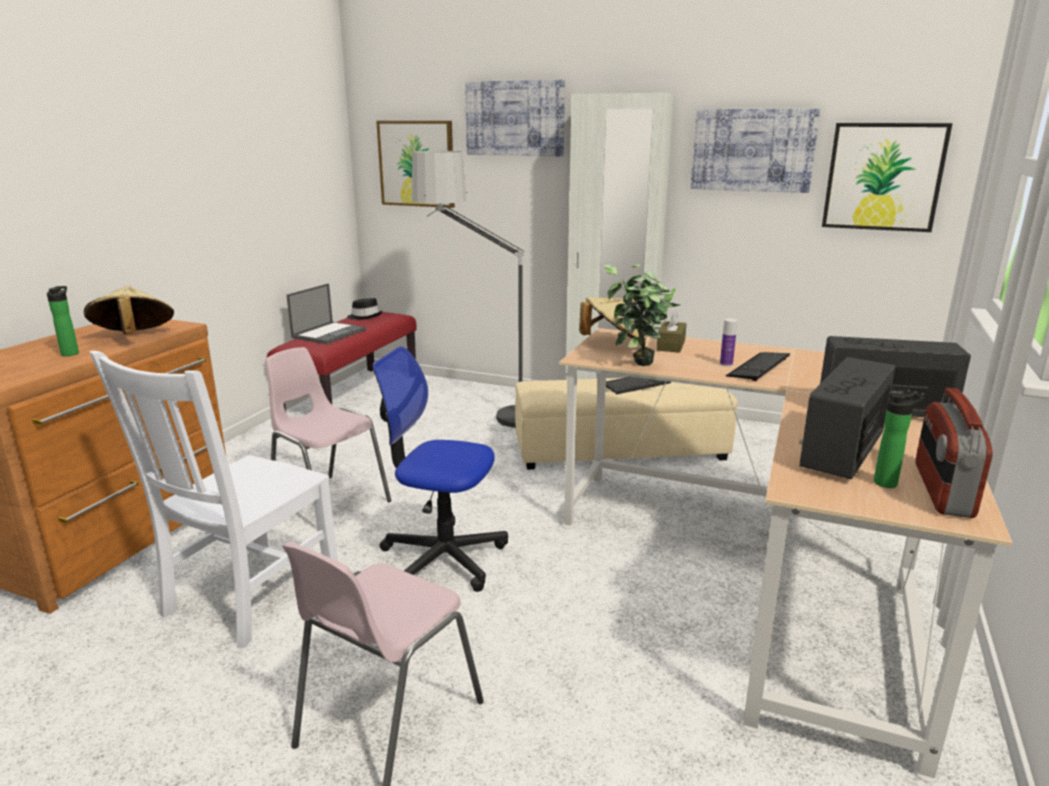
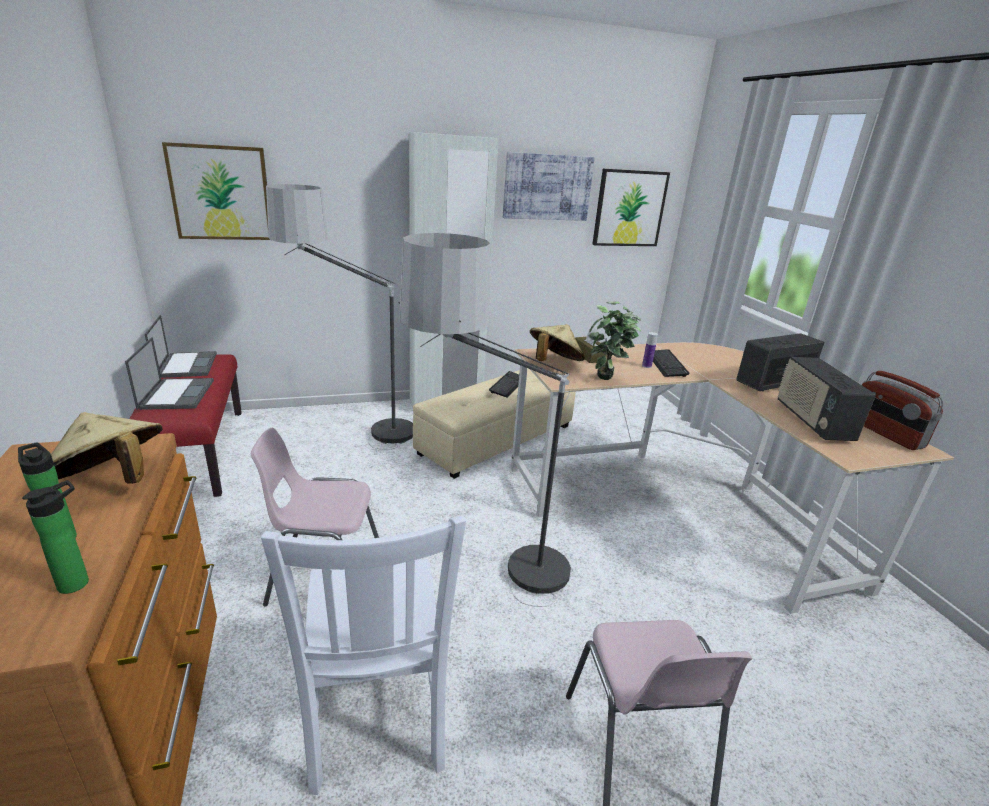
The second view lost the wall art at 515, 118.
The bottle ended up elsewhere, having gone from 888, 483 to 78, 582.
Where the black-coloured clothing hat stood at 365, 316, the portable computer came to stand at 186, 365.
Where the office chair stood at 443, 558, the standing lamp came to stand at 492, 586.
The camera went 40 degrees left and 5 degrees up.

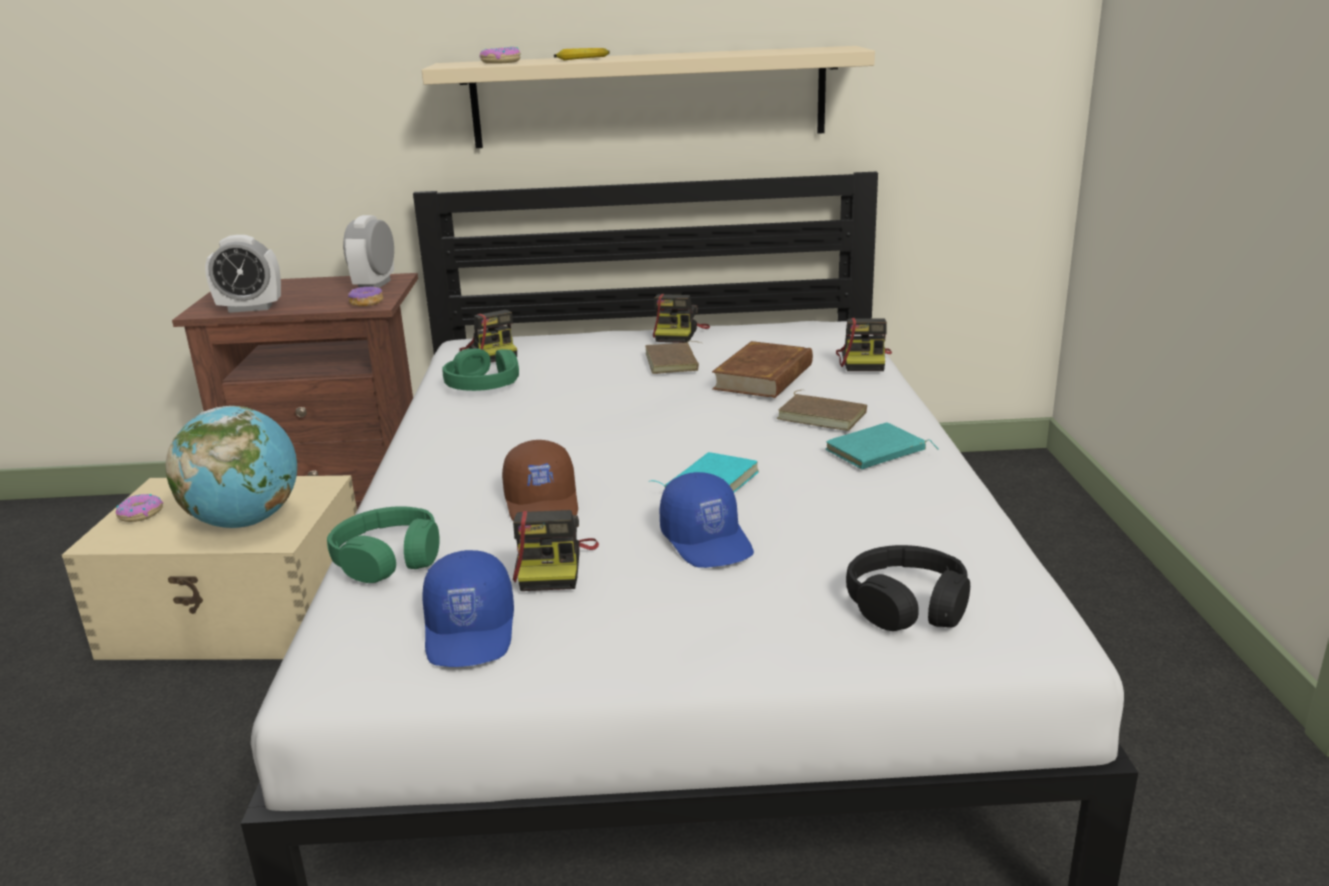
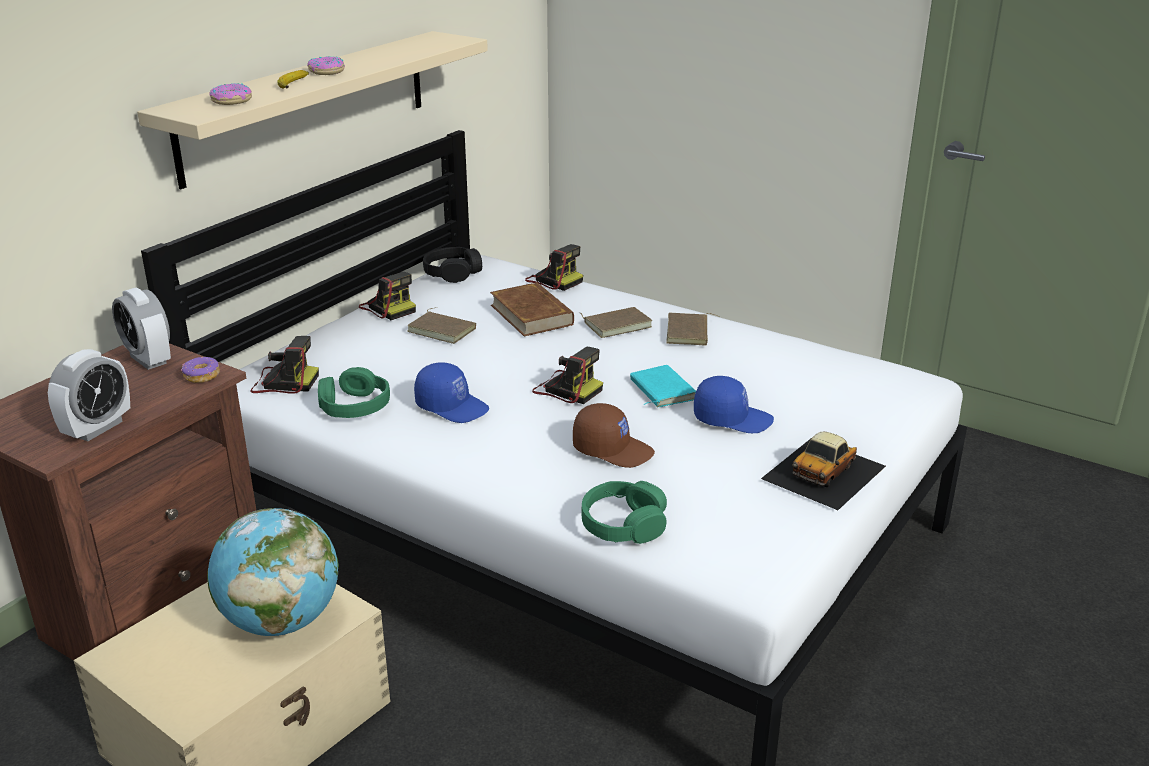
The second view gained the toy car at 824, 472.
The doughnut ended up elsewhere, having gone from 140, 514 to 326, 72.
The bluish peaked cap ended up elsewhere, having gone from 472, 631 to 452, 406.
The photo camera ended up elsewhere, having gone from 553, 565 to 567, 389.
The black-coloured headphones ended up elsewhere, having gone from 907, 605 to 452, 273.
What was the turquoise-coloured book at 877, 452 turned into the brown-coloured book at 689, 333.
The camera went 55 degrees left and 5 degrees up.

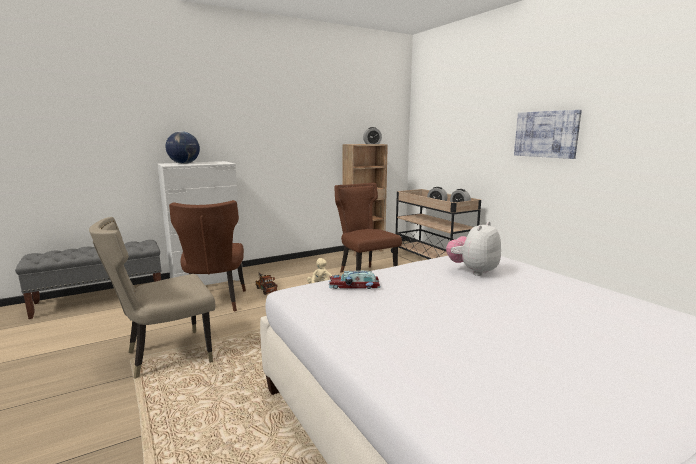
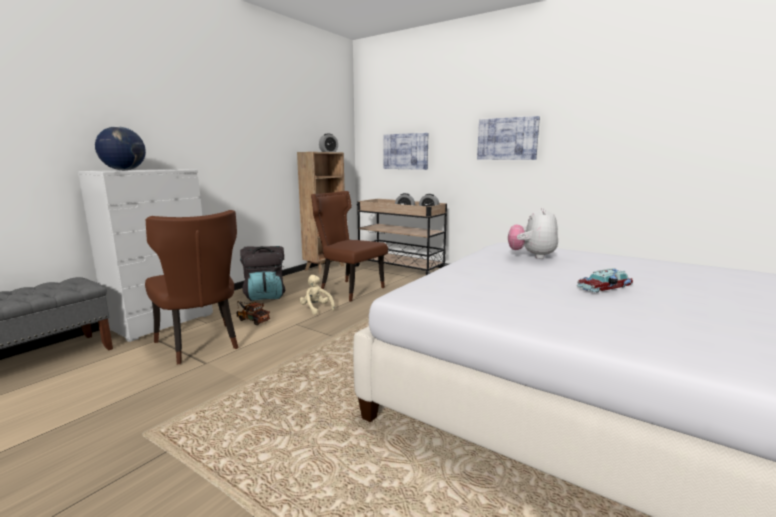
The second view lost the beige plain chair at 165, 355.
The second view gained the black-coloured rucksack at 265, 296.
The second view gained the wall art at 405, 151.
The toy car ended up elsewhere, having gone from 355, 286 to 606, 287.
The camera went 25 degrees left and 0 degrees up.

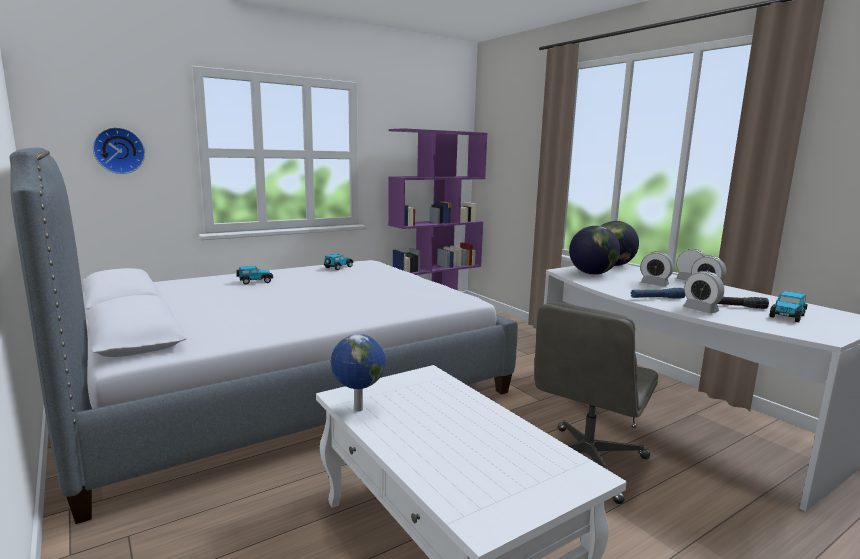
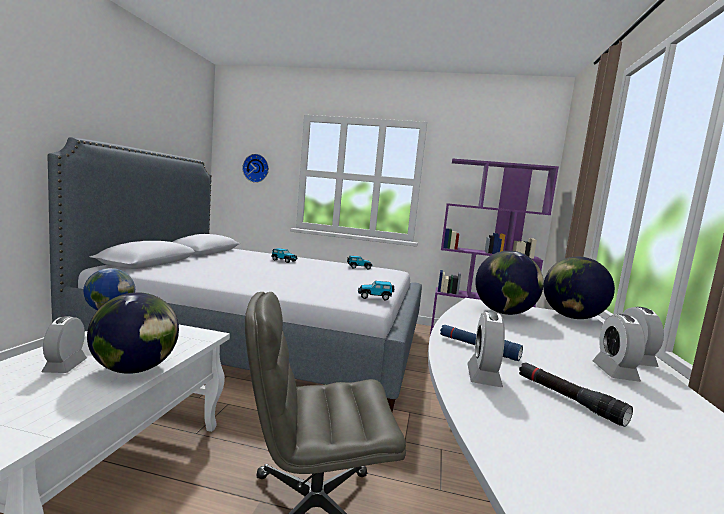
The second view gained the desk globe at 135, 369.
The alarm clock ended up elsewhere, having gone from 654, 284 to 65, 366.
The toy car ended up elsewhere, having gone from 787, 316 to 375, 297.
The camera went 45 degrees right and 5 degrees down.

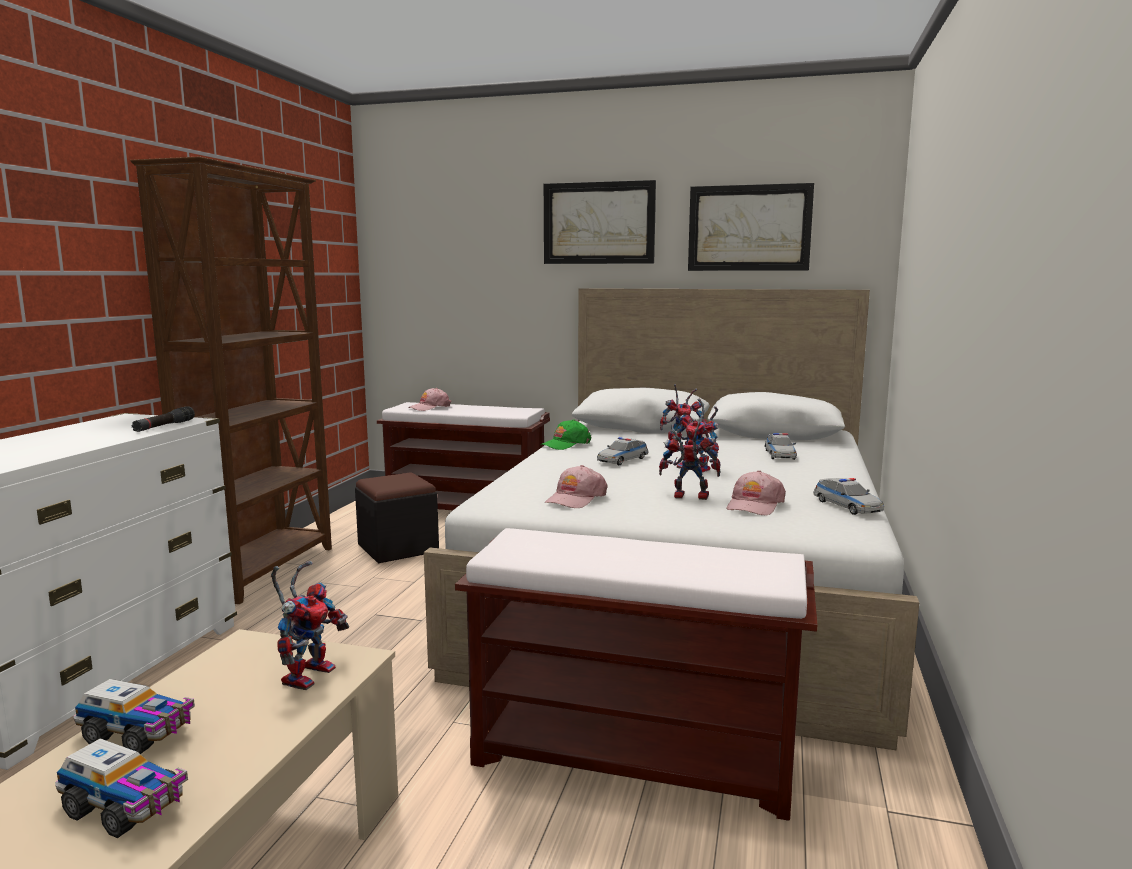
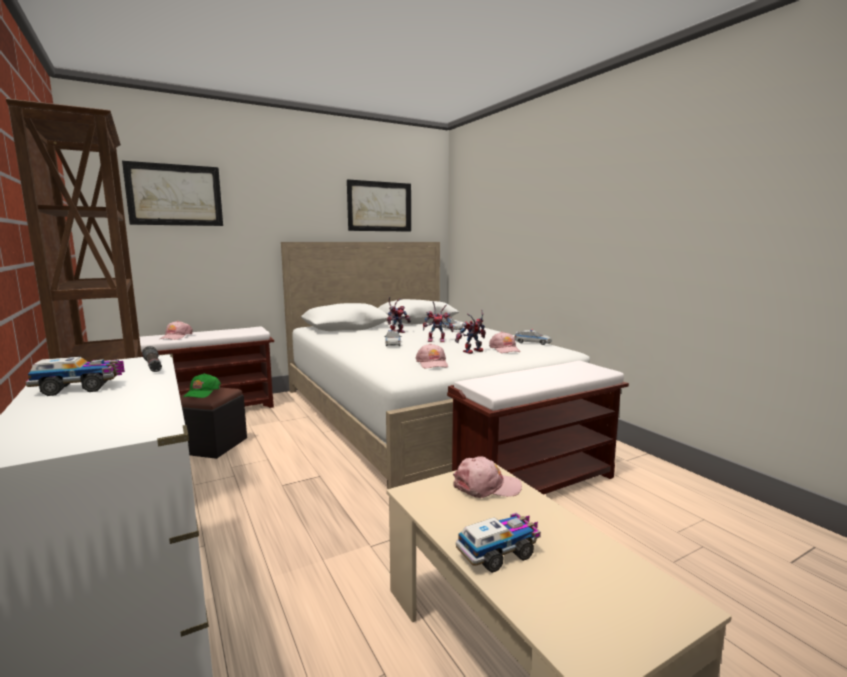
The toy truck ended up elsewhere, having gone from 126, 807 to 80, 388.
The green peaked cap ended up elsewhere, having gone from 566, 444 to 202, 392.
The wall art ended up elsewhere, having gone from 599, 223 to 175, 195.
Where the model robot stood at 308, 673, the pink peaked cap came to stand at 486, 486.
The camera went 45 degrees left and 0 degrees up.

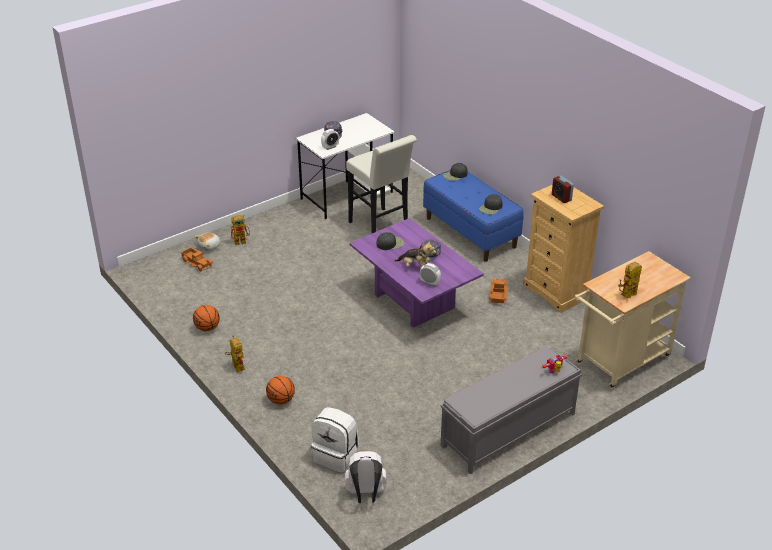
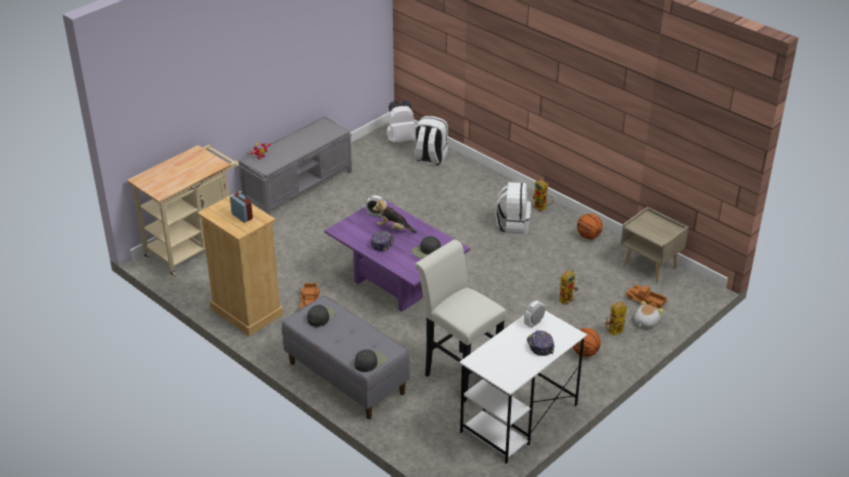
The second view gained the whitish rucksack at 513, 225.
The second view gained the beige nightstand at 650, 266.
The ball for basketball ended up elsewhere, having gone from 281, 400 to 585, 353.
The model robot ended up elsewhere, having gone from 627, 296 to 567, 298.
What was the bluish bench at 471, 232 turned into the gray bench at 346, 378.
The camera went 170 degrees right and 0 degrees up.

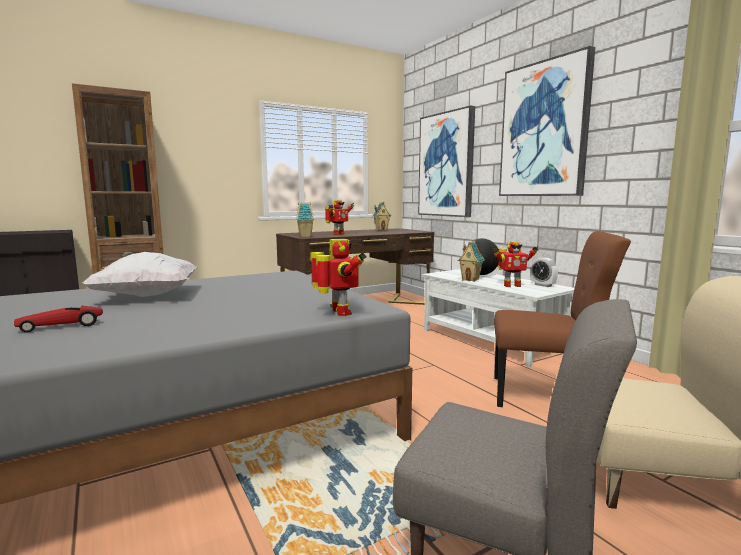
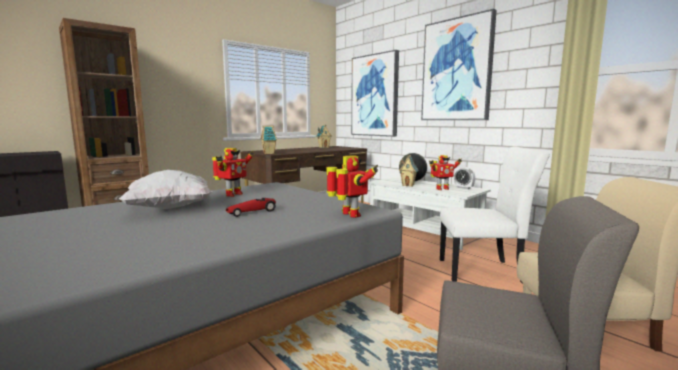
The toy car ended up elsewhere, having gone from 61, 326 to 252, 212.
The model robot ended up elsewhere, having gone from 338, 234 to 232, 194.
What was the brown-coloured plain chair at 547, 396 turned into the whitish plain chair at 483, 271.
The camera went 10 degrees left and 0 degrees up.

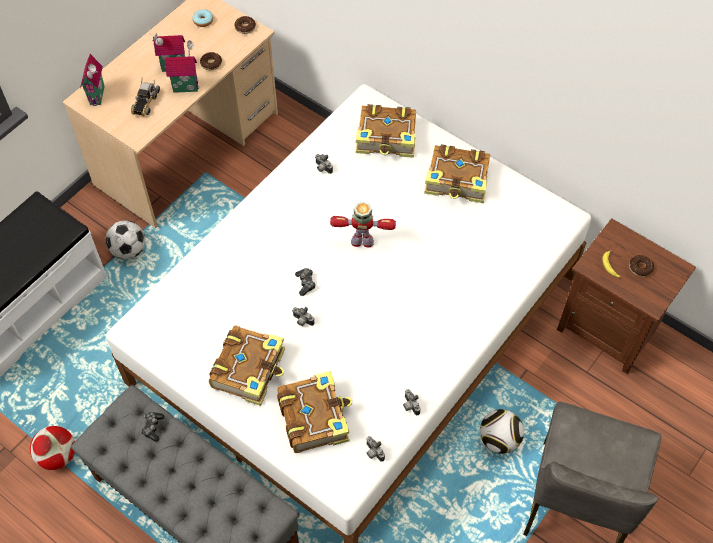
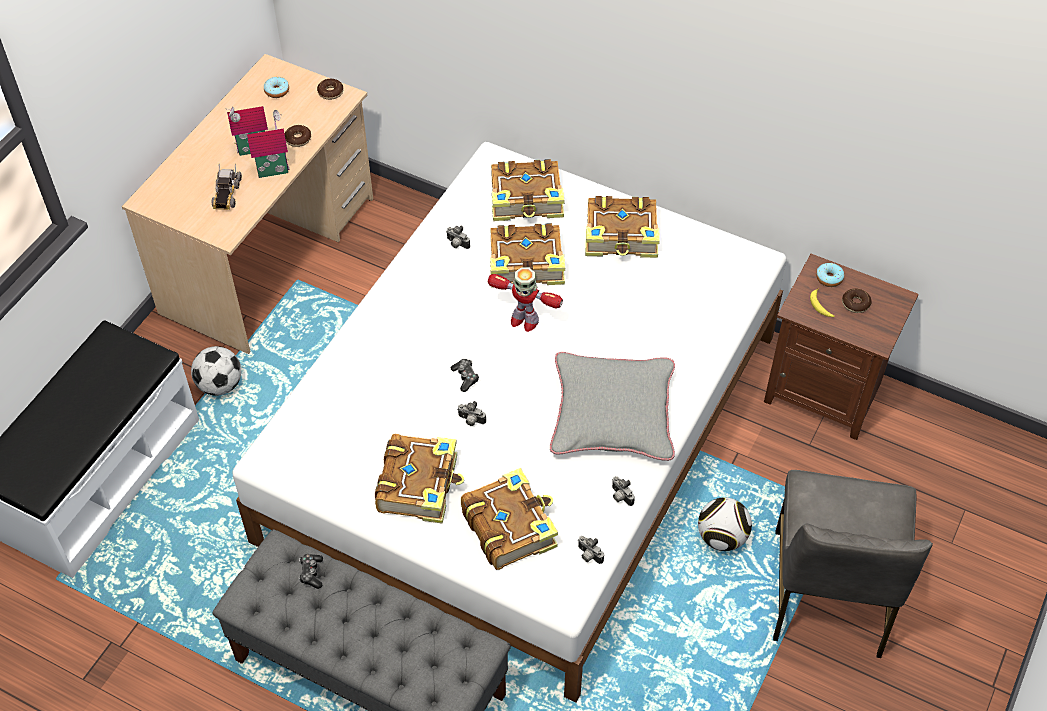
The second view lost the football at 58, 455.
The second view lost the miniature house at 99, 95.
The second view gained the book at 527, 265.
The second view gained the gray throw pillow at 612, 413.
The second view gained the doughnut at 829, 278.
The model robot at 363, 241 ended up facing another way, 150 degrees counterclockwise from before.
The camera went 10 degrees left and 5 degrees down.

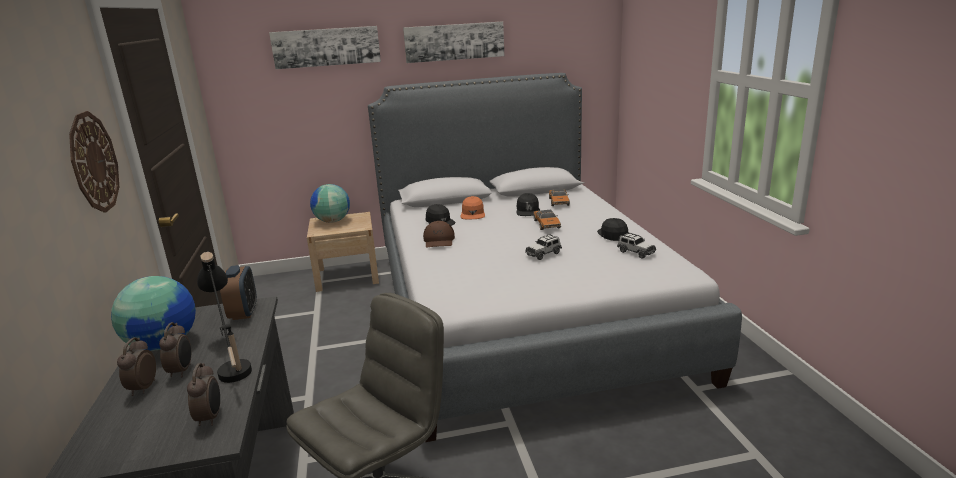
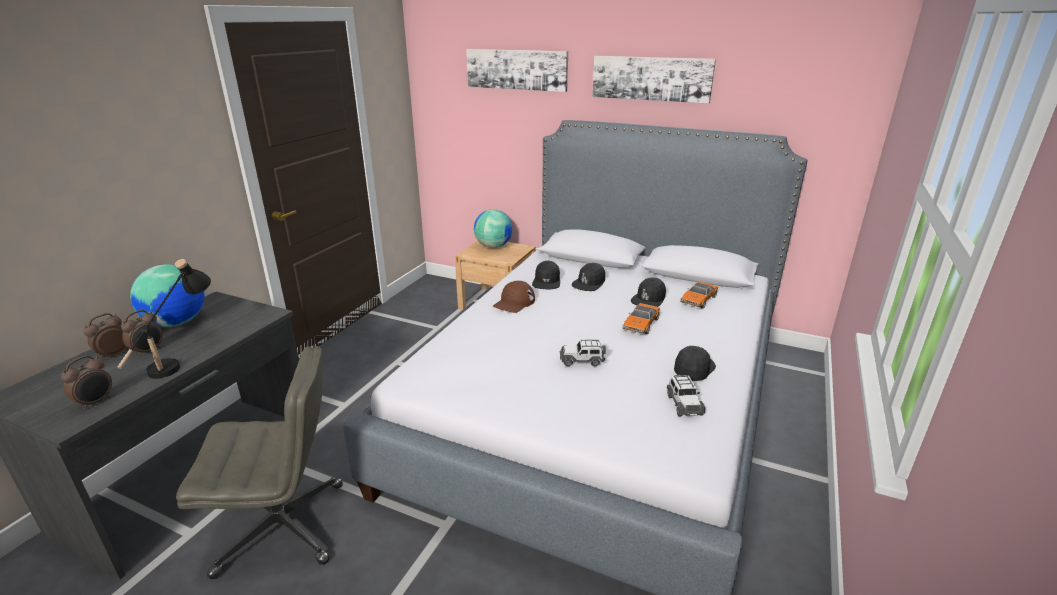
The second view lost the clock on the wall at 93, 162.
The second view lost the alarm clock at 243, 313.
What was the orange-coloured peaked cap at 472, 214 turned into the black-coloured peaked cap at 589, 283.
The camera went 35 degrees right and 5 degrees up.

